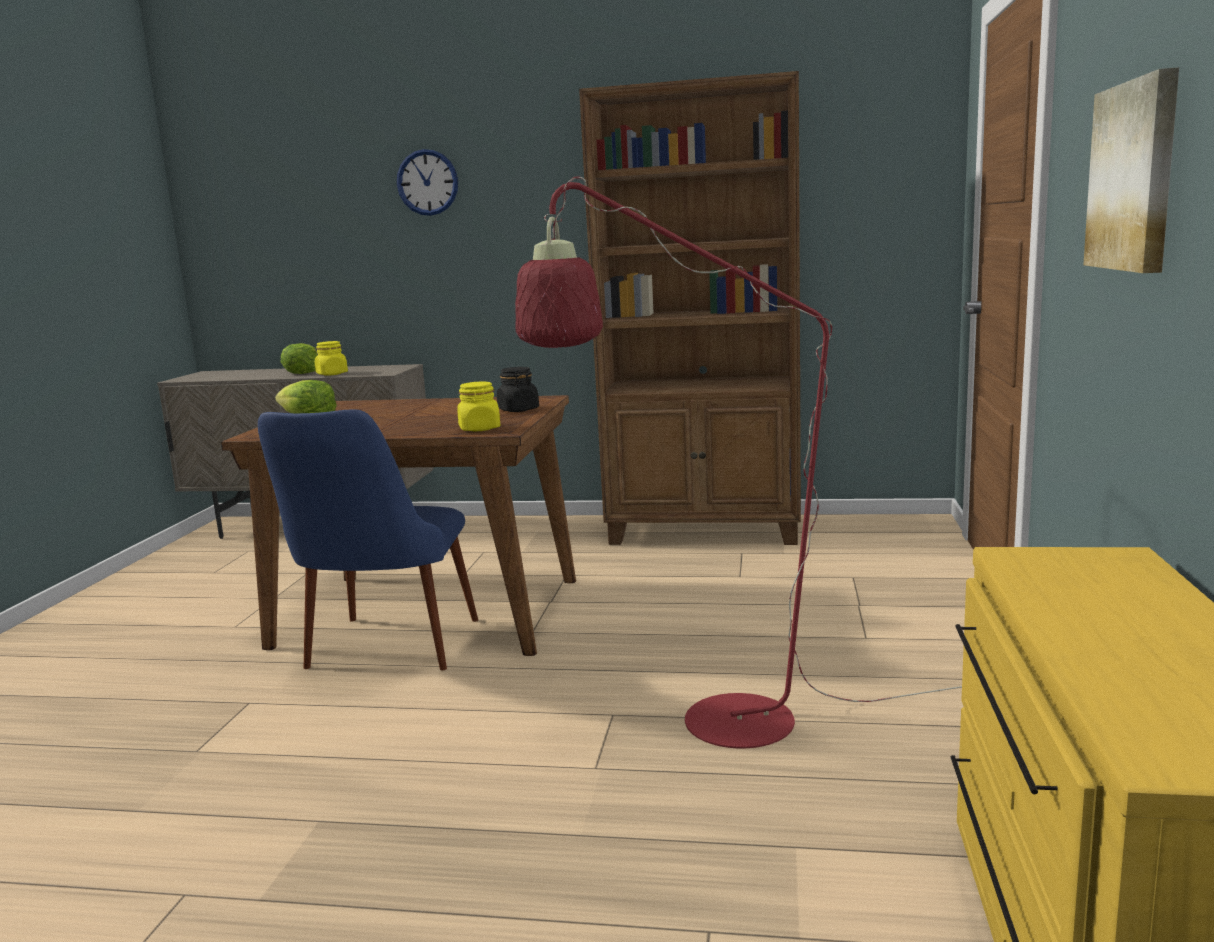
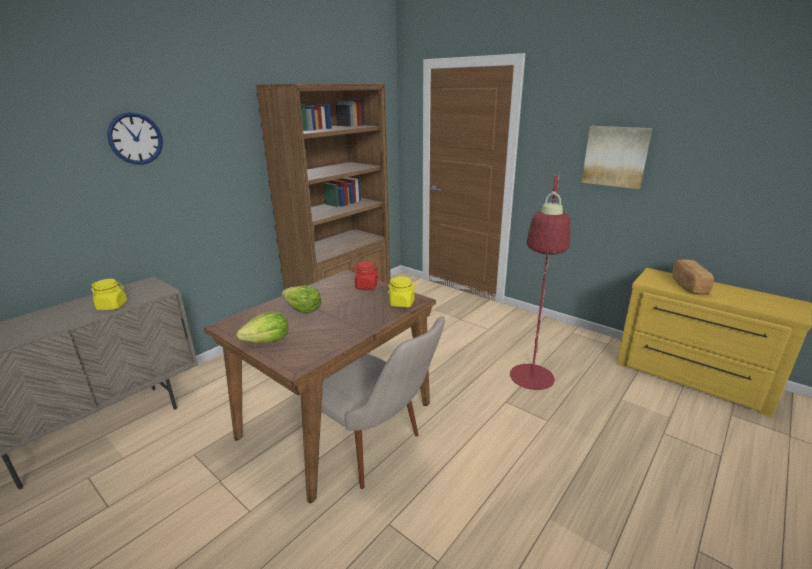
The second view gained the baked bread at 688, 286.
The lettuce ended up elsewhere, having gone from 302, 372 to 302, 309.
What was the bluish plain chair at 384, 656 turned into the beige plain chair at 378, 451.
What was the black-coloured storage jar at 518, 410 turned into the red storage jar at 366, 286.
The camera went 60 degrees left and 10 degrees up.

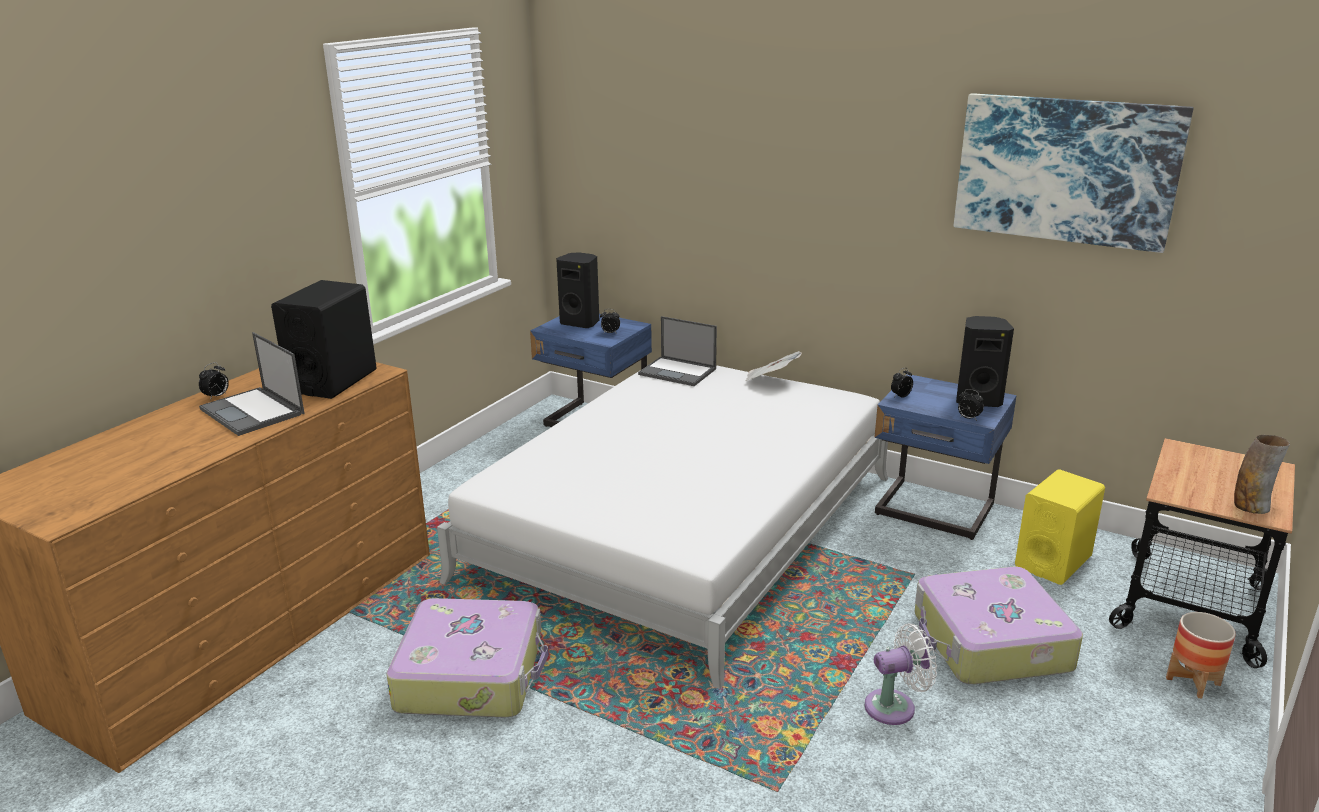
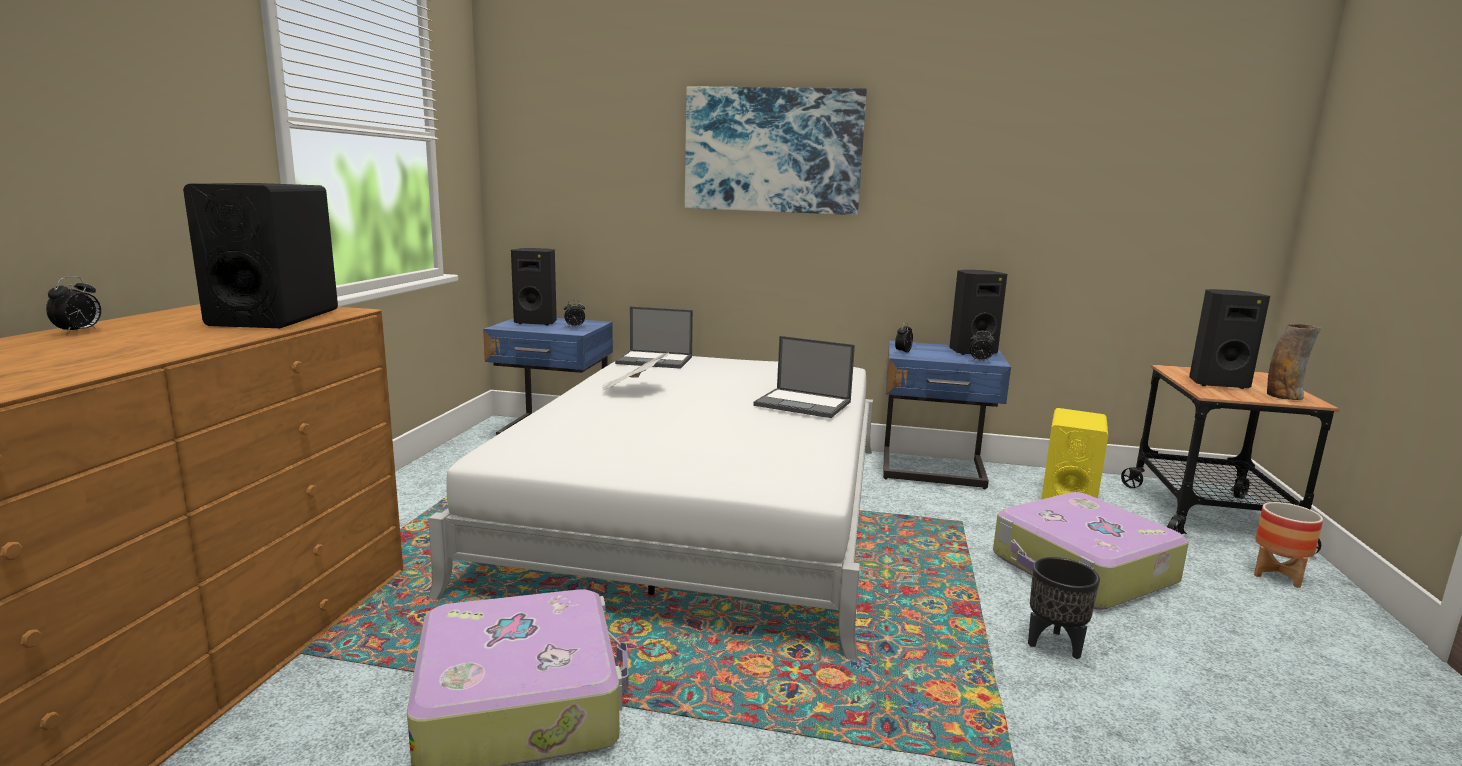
The second view gained the black-coloured speaker at 1216, 383.
The portable computer ended up elsewhere, having gone from 253, 412 to 804, 404.
The printed paper ended up elsewhere, having gone from 771, 380 to 632, 390.
The wall art ended up elsewhere, having gone from 1065, 170 to 773, 150.
Where the whitish cooling fan stood at 895, 706, the black-coloured plant pot came to stand at 1053, 644.
The camera went 20 degrees left and 10 degrees down.

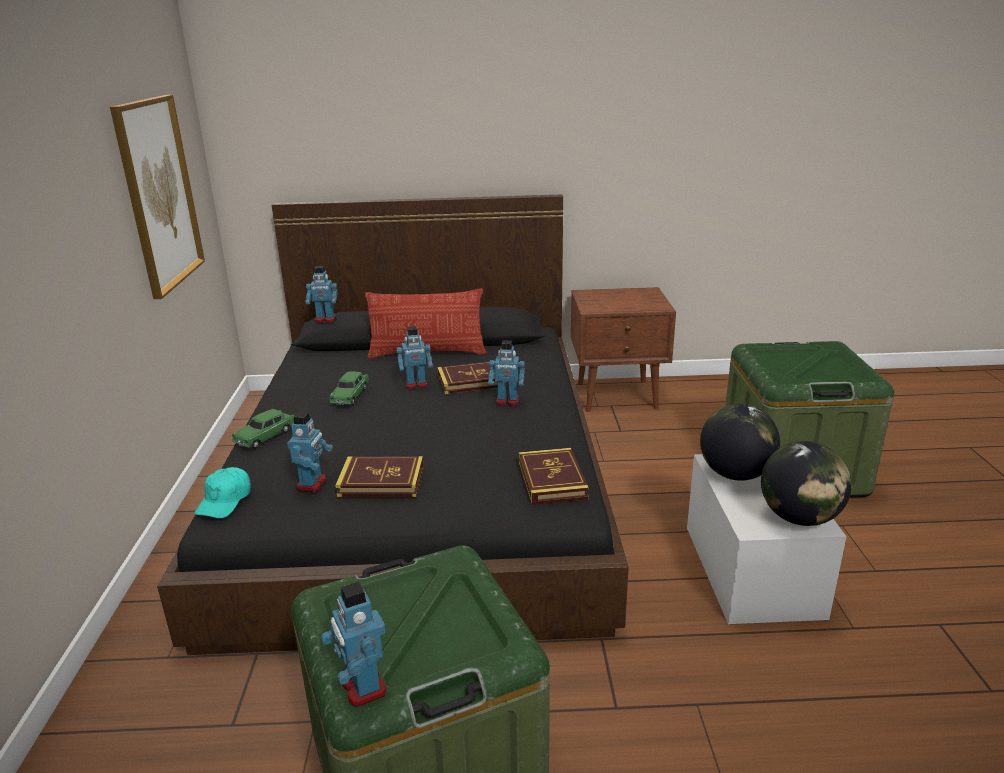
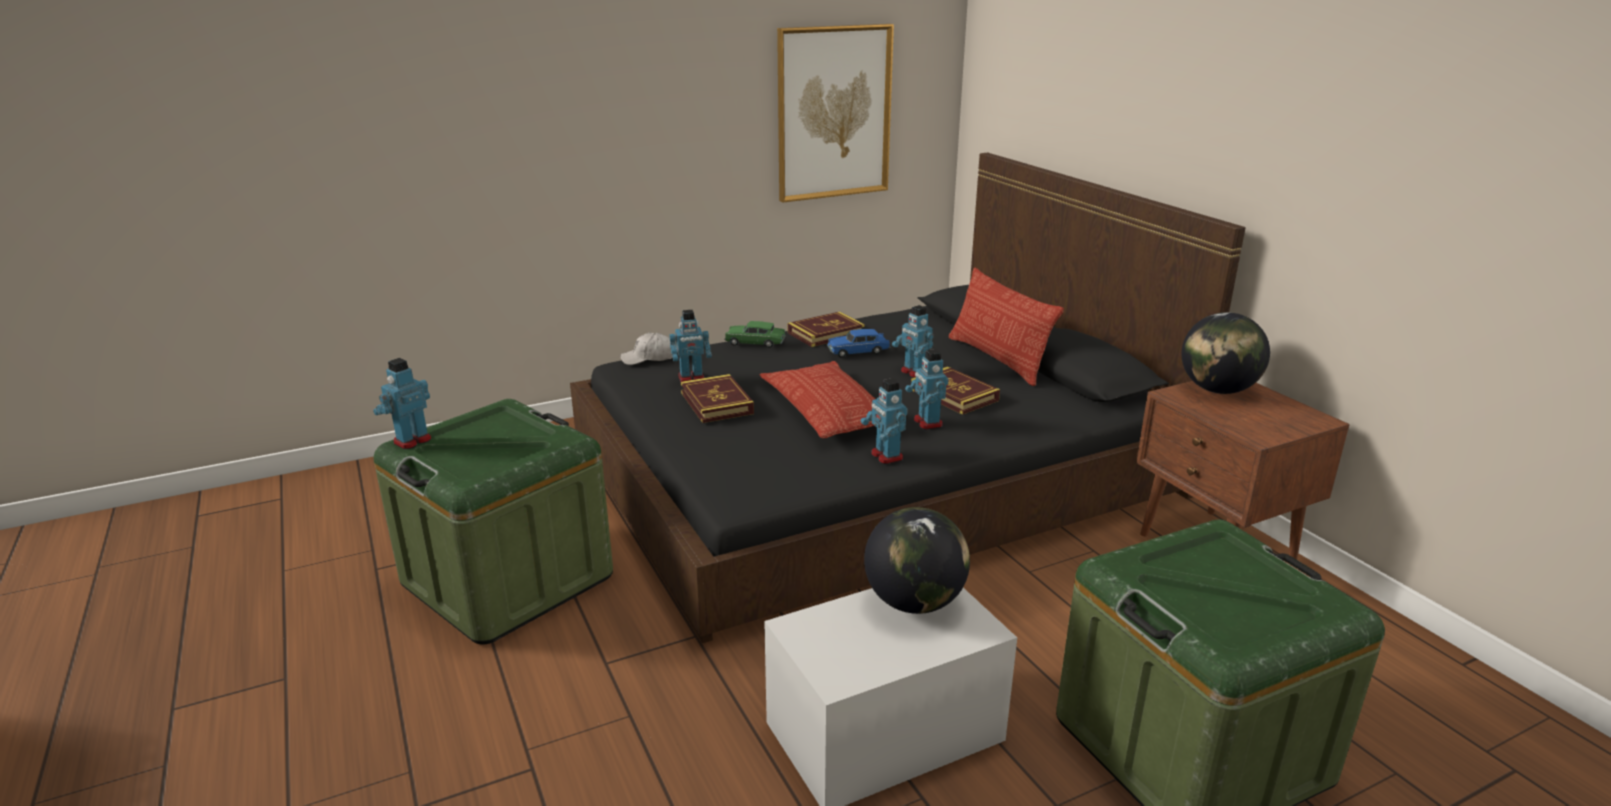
The second view gained the throw pillow at 828, 409.
The model robot ended up elsewhere, having gone from 325, 320 to 886, 456.
The book ended up elsewhere, having gone from 552, 480 to 825, 333.
The desk globe ended up elsewhere, having gone from 799, 518 to 1217, 390.
What was the turquoise-coloured peaked cap at 225, 501 turned into the whitish peaked cap at 648, 358.
What was the green toy car at 350, 396 turned into the bluish toy car at 858, 352.
The camera went 65 degrees right and 0 degrees up.

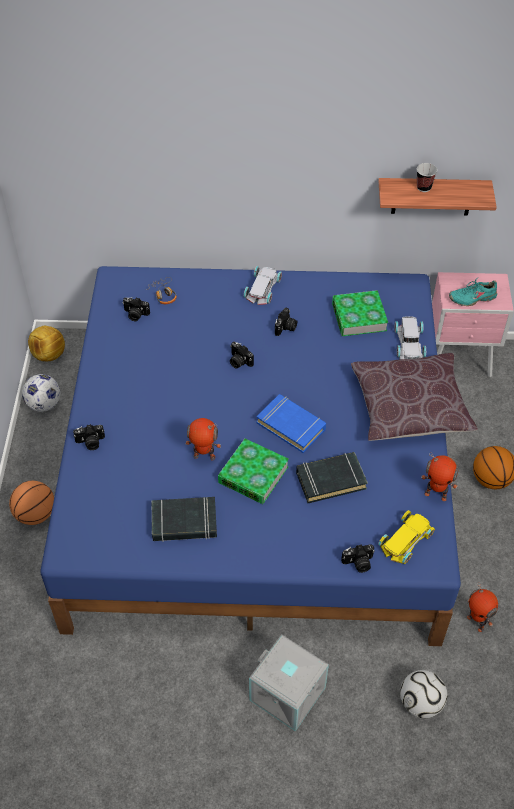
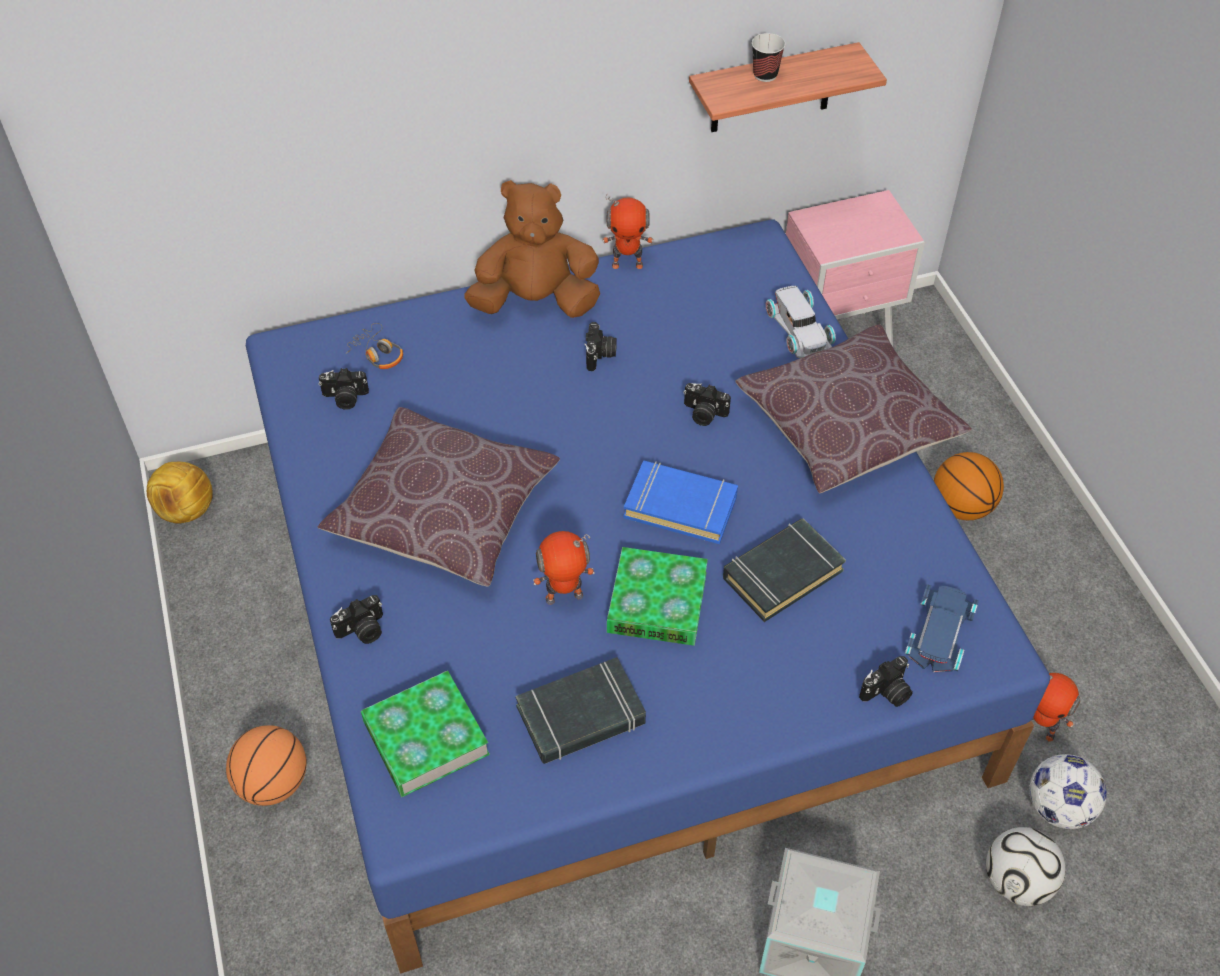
The second view lost the turquoise-coloured low shoe at 472, 298.
The second view gained the brown-coloured throw pillow at 444, 512.
The football ended up elsewhere, having gone from 44, 404 to 1058, 807.
The photo camera ended up elsewhere, having gone from 239, 361 to 703, 414.
The book ended up elsewhere, having gone from 359, 317 to 426, 739.
The model robot ended up elsewhere, having gone from 436, 494 to 627, 264.
Where the whitish toy car stood at 263, 288, the brown-coloured cuddly toy came to stand at 536, 302.
What was the yellowish toy car at 407, 540 turned into the bluish toy car at 941, 632.
The camera went 20 degrees left and 0 degrees up.

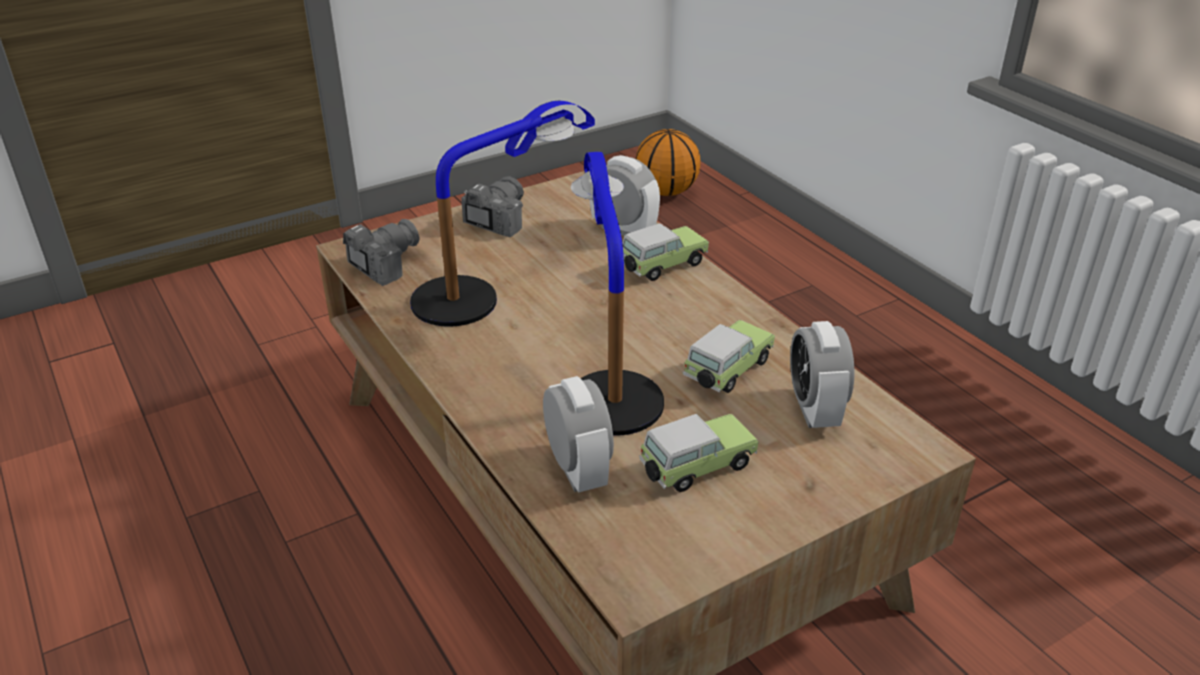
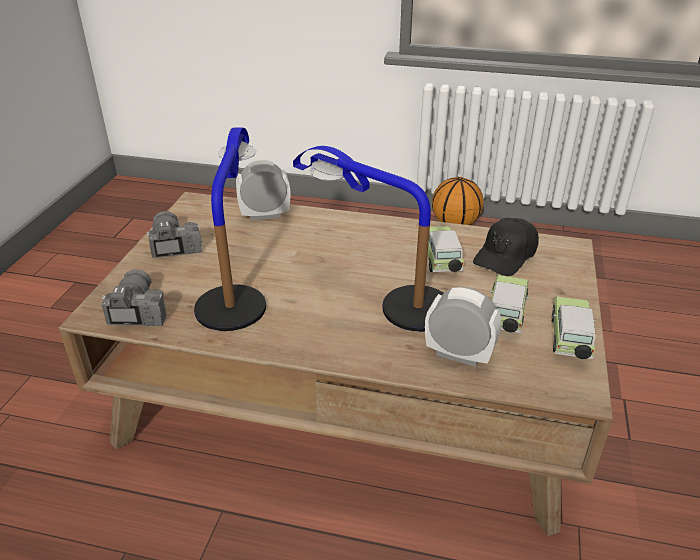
The toy car ended up elsewhere, having gone from 660, 266 to 569, 340.
The ball for basketball ended up elsewhere, having gone from 667, 191 to 455, 224.
Where the alarm clock stood at 814, 410, the black-coloured peaked cap came to stand at 506, 256.
The camera went 45 degrees left and 0 degrees up.

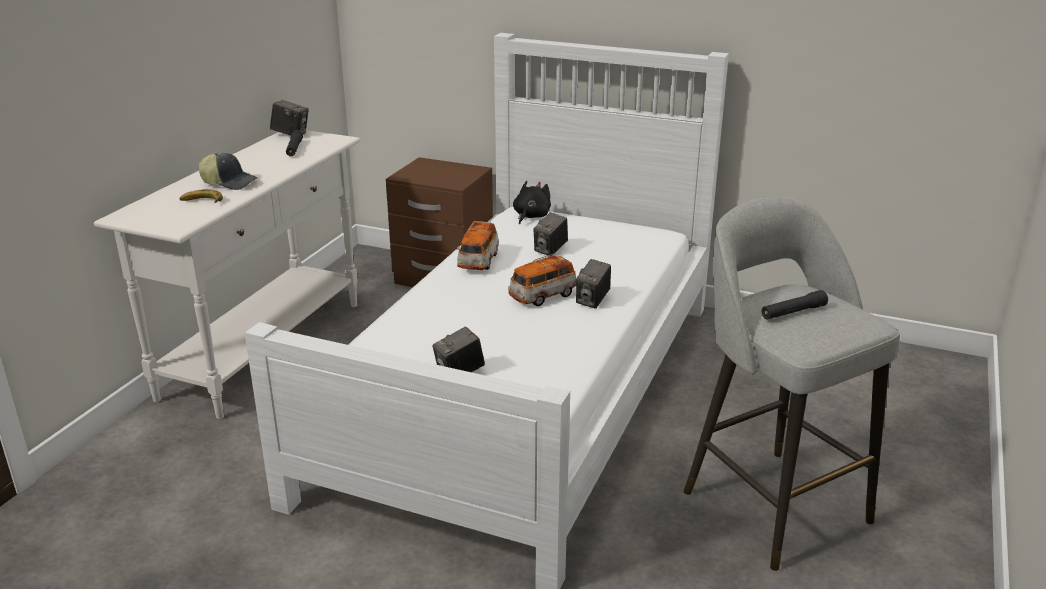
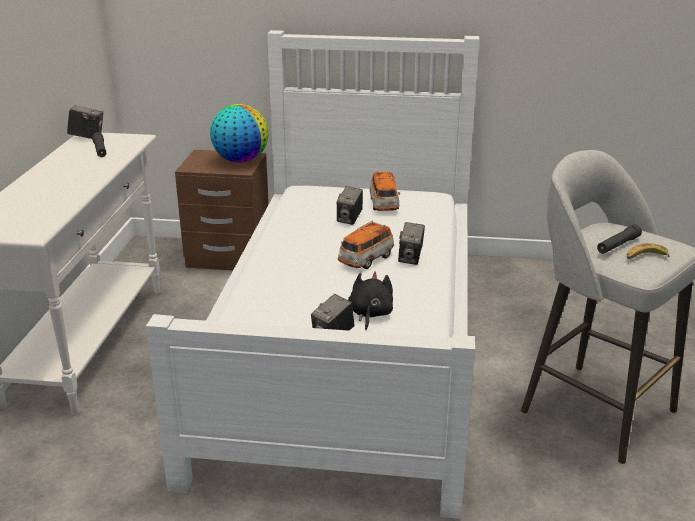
The second view lost the peaked cap at 230, 182.
The second view gained the desk globe at 241, 160.
The whole banana ended up elsewhere, having gone from 201, 201 to 645, 257.
The toy car ended up elsewhere, having gone from 478, 262 to 384, 205.
The black-coloured cuddly toy ended up elsewhere, having gone from 530, 216 to 370, 314.
The camera went 15 degrees left and 0 degrees up.

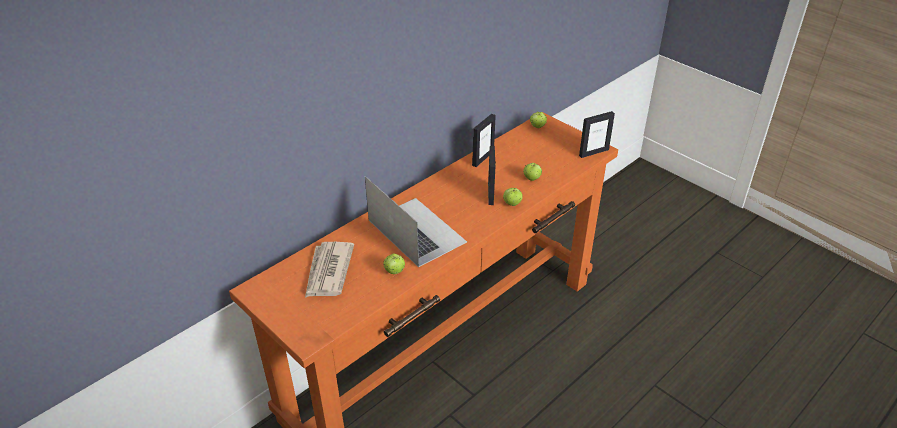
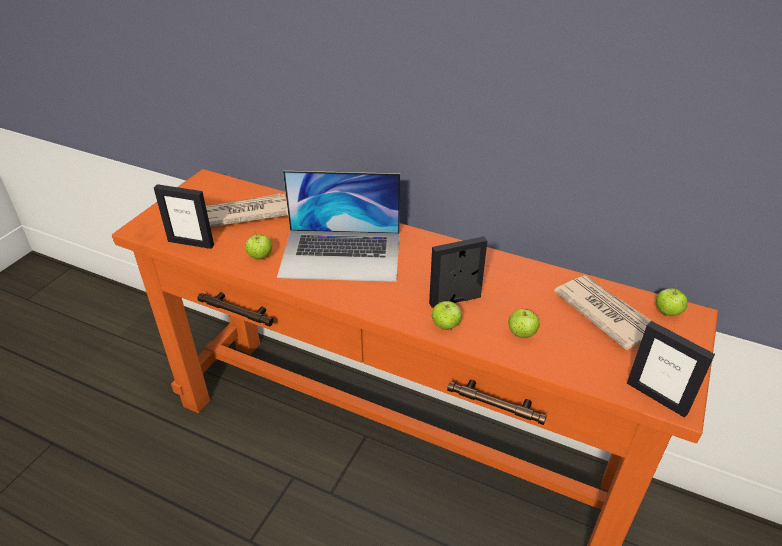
The second view gained the printed paper at 605, 313.
The standing frame ended up elsewhere, having gone from 482, 158 to 191, 243.
The portable computer at 416, 231 ended up facing another way, 60 degrees clockwise from before.
The camera went 70 degrees right and 0 degrees up.

